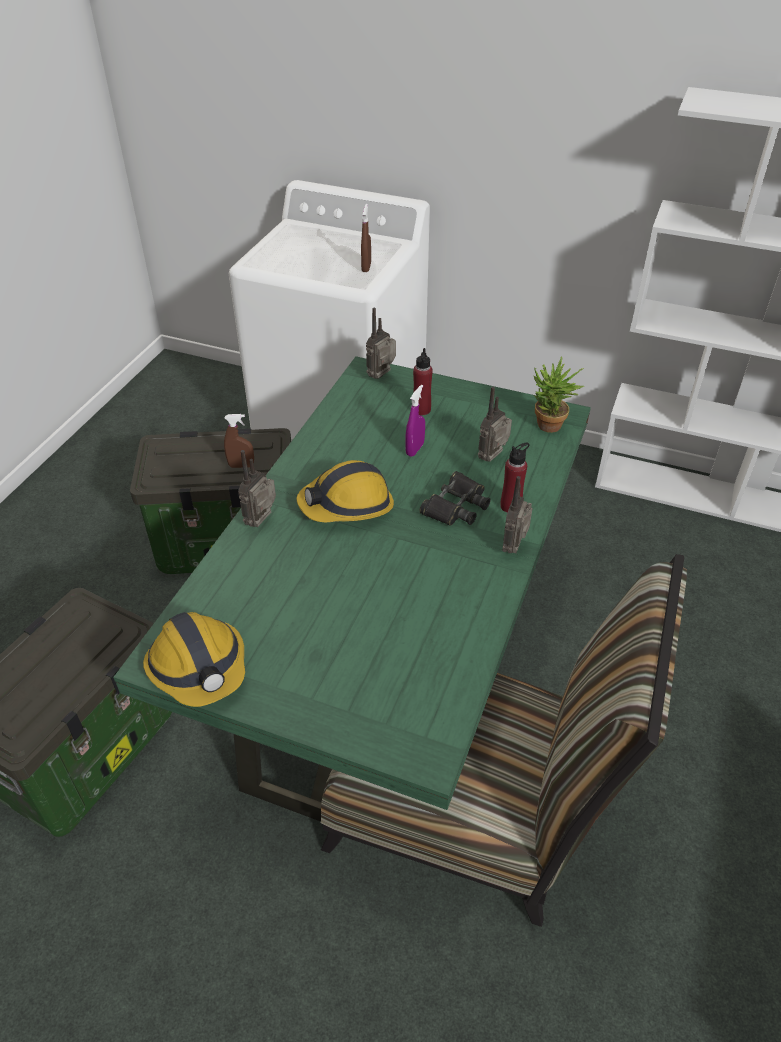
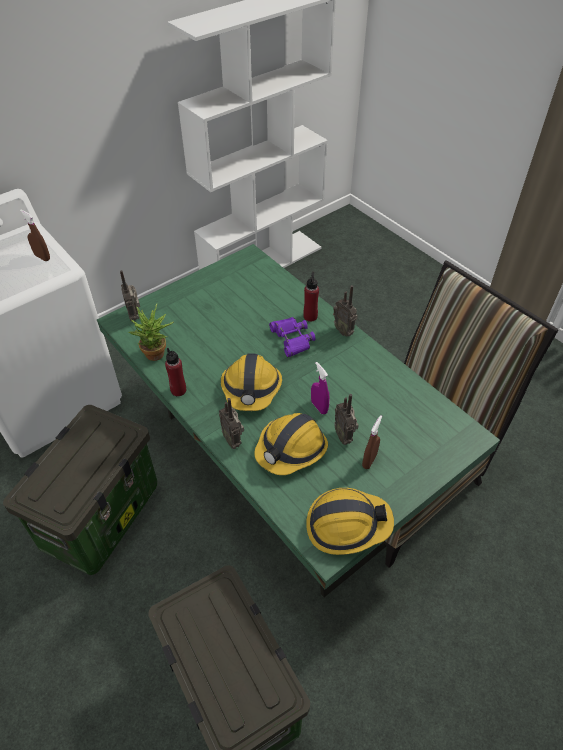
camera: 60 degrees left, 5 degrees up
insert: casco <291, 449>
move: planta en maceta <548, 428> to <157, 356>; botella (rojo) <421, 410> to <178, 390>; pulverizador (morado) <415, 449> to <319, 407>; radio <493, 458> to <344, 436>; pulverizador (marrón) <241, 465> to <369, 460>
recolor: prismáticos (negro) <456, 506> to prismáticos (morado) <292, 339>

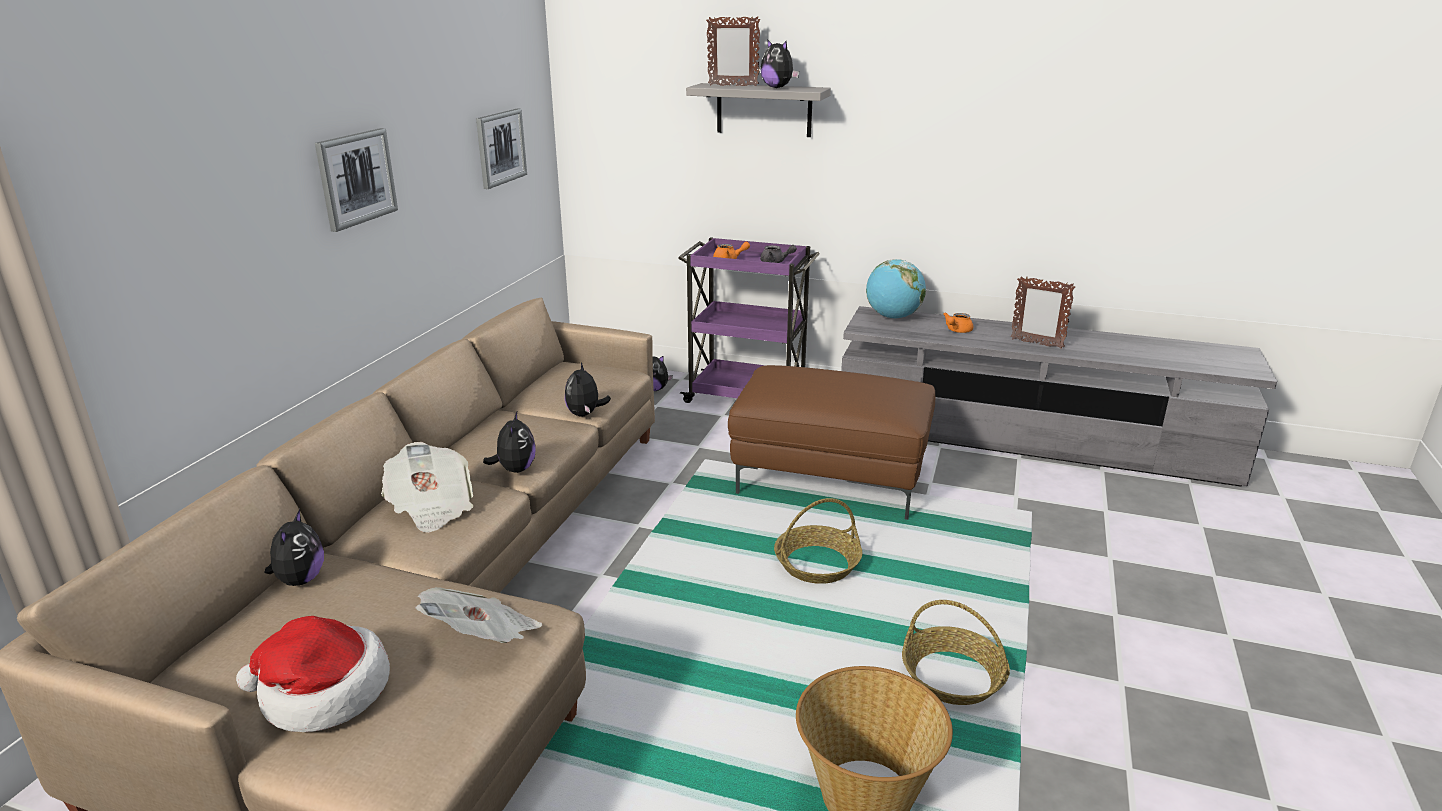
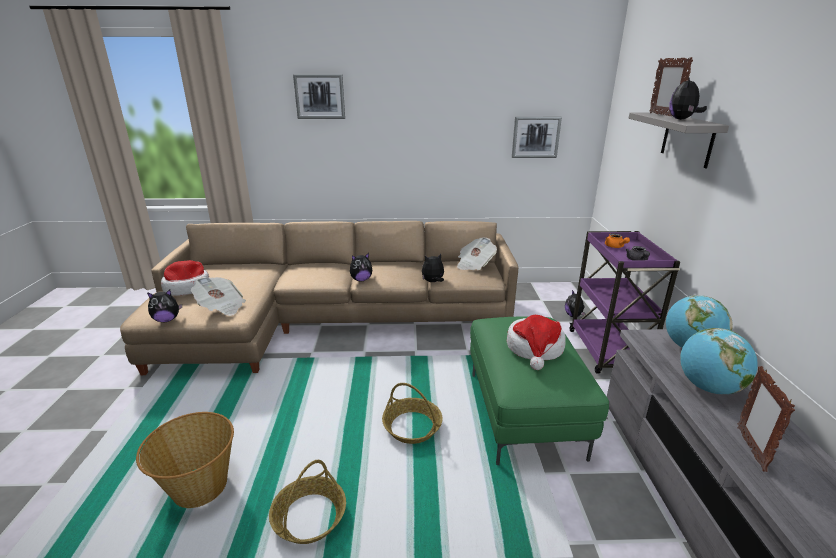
camera: 70 degrees right, 0 degrees up
insert: sombrero <535, 348>
move: peluche <299, 580> to <167, 320>; cuadro <356, 178> to <320, 96>; periódico <431, 507> to <474, 264>
replace: tetera (naranja) <956, 331> to globo terráqueo <708, 387>
recolor: puf (marrón) <830, 479> to puf (verde) <525, 413>

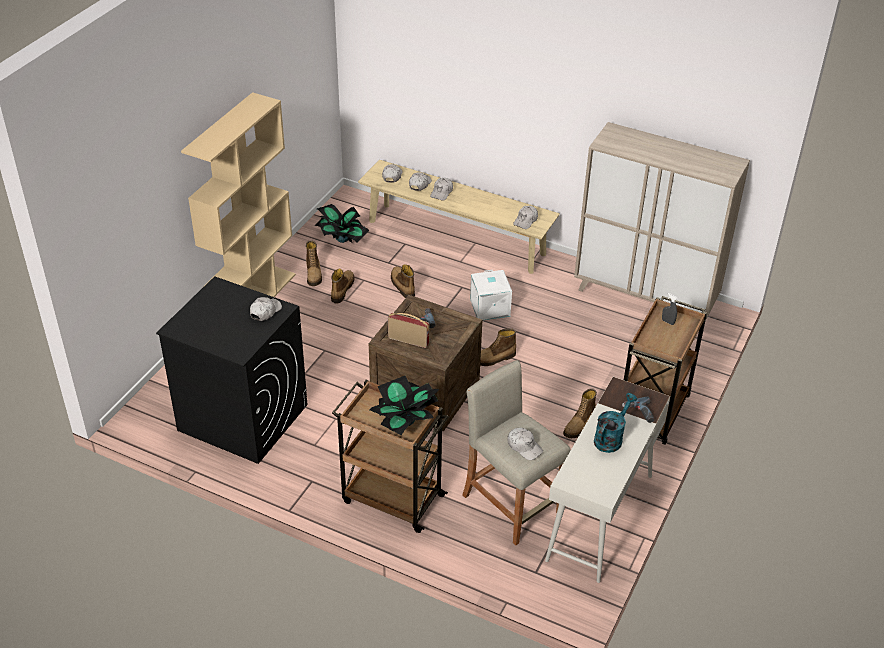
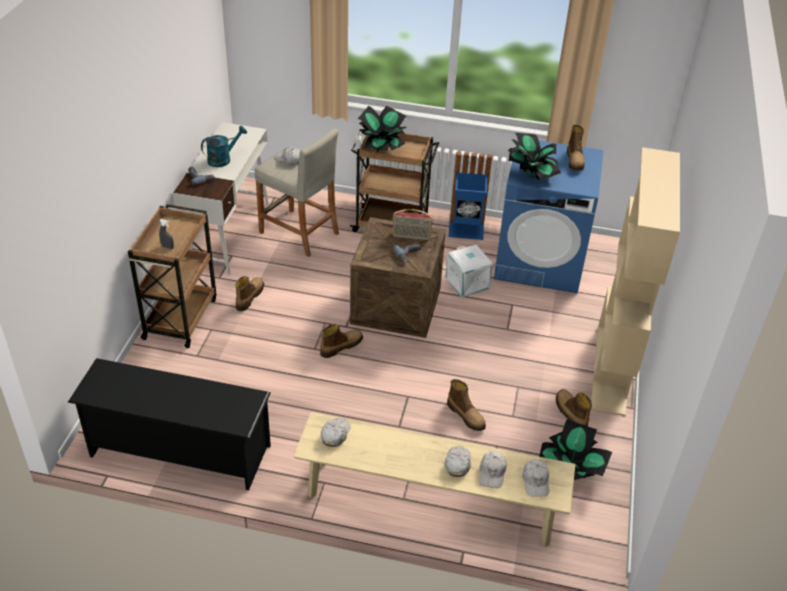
camera: 165 degrees right, 0 degrees up
insert: papelera (azul) <466, 230>
move: caja de almacenaje (blanco) <489, 308> to <468, 283>; bota <342, 289> to <575, 161>
replace: armario (beis) <645, 297> to zapatero (negro) <179, 451>; gorra (blanco) <265, 311> to planta en maceta <531, 174>
recolor: lavadora (negro) <242, 417> to lavadora (azul) <540, 262>
rotate: regadera (turquesa) <611, 438> = <223, 159> 150 degrees counterclockwise

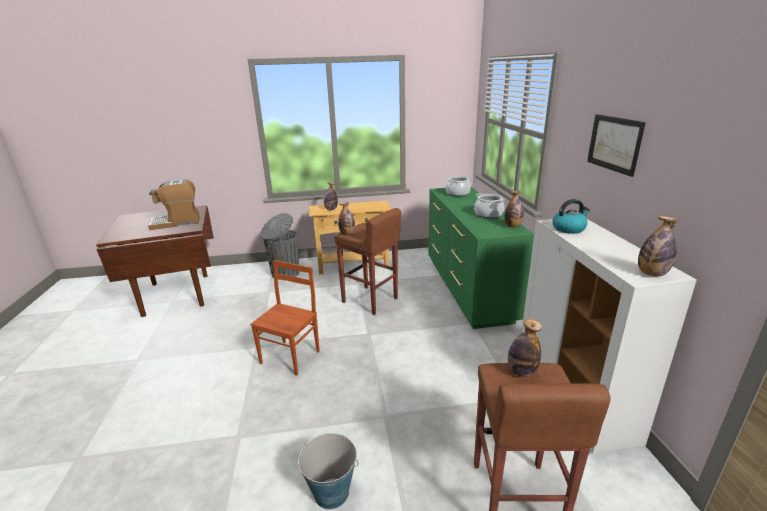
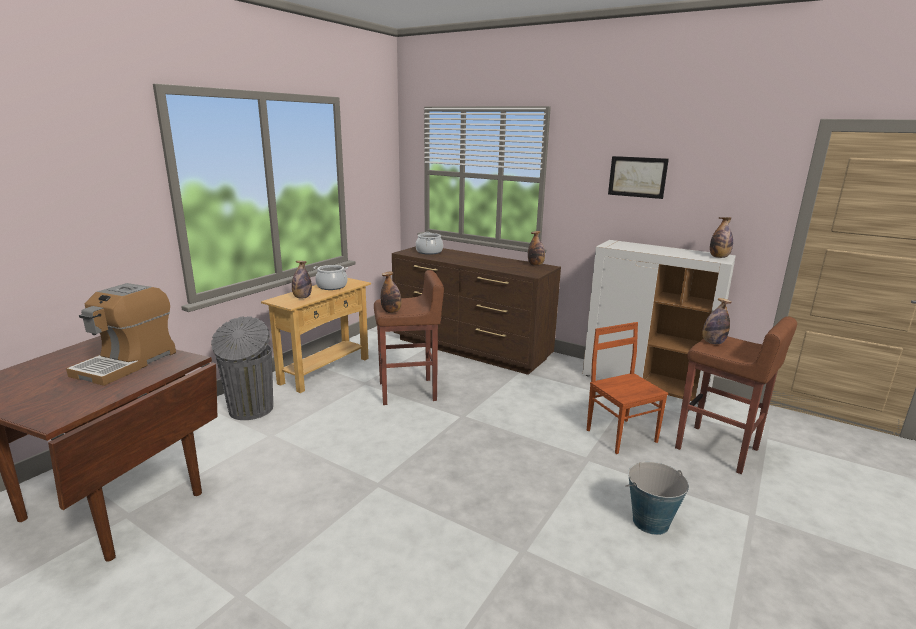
camera: 50 degrees left, 5 degrees down
delete: hervidor <569, 229>
move: olla <488, 214> to <332, 286>; silla (marrón) <291, 357> to <621, 435>
recolor: cómoda (verde) <467, 289> to cómoda (marrón) <470, 349>

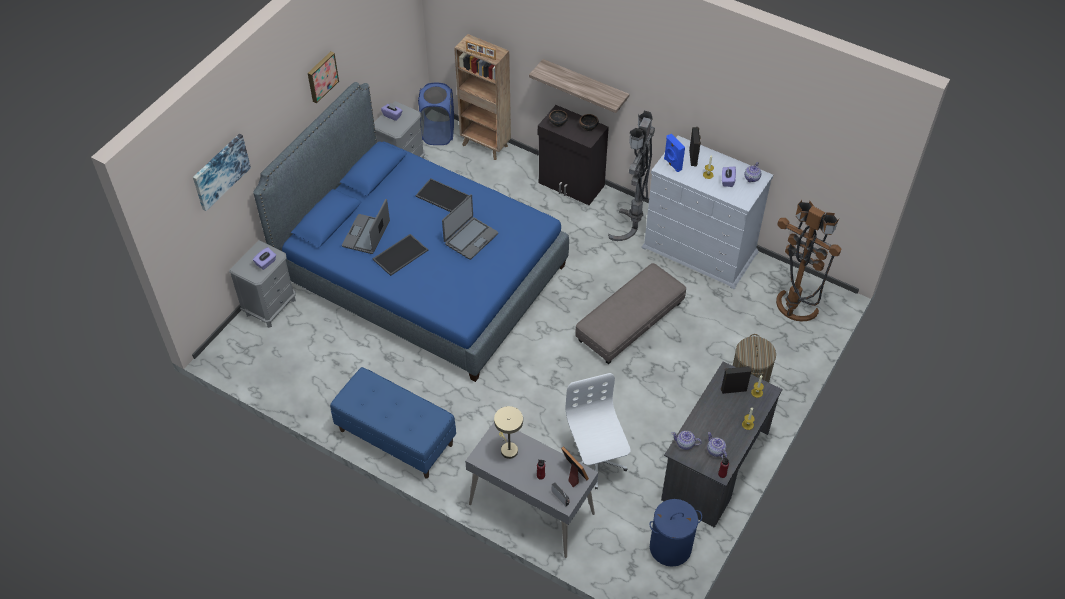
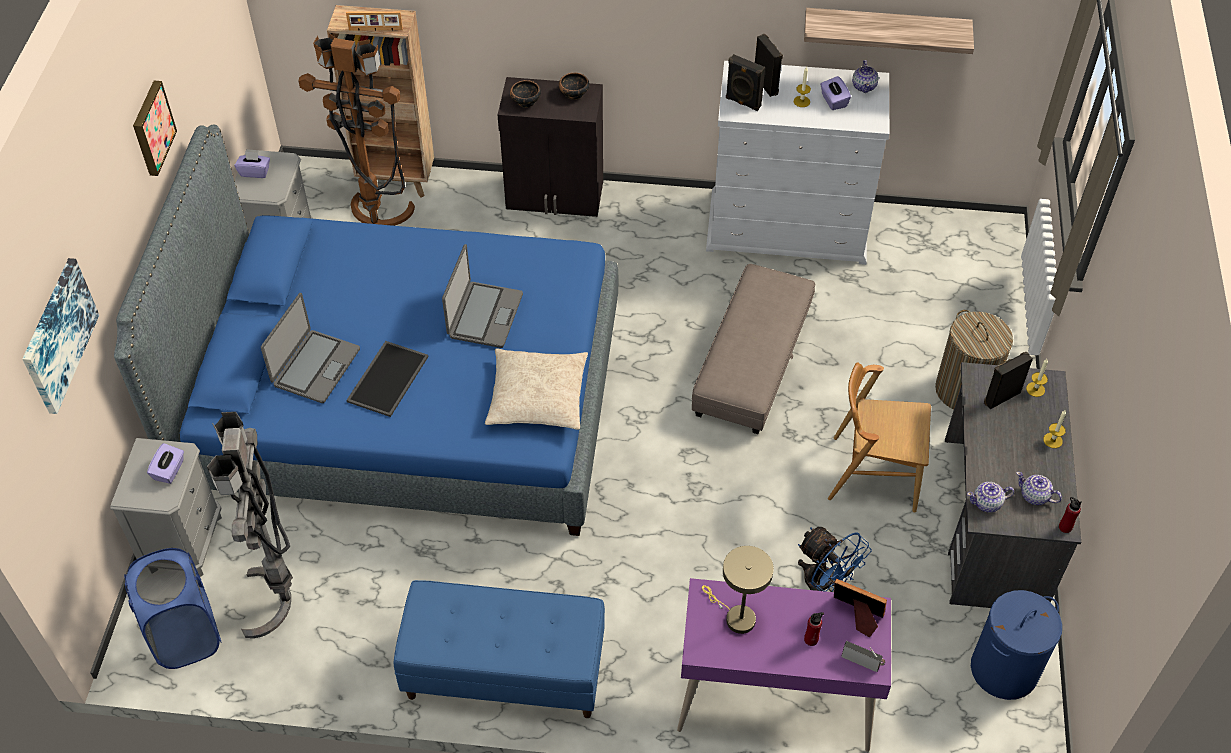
camera: 25 degrees left, 0 degrees up
delete: bandeja <441, 196>
insert: cojín (beis) <537, 397>; silla (marrón) <873, 473>
move: cesto de la ropa (azul) <438, 133> to <186, 635>; lámpara de pie (gris) <631, 229> to <280, 601>; lámpara de pie (marrón) <790, 313> to <377, 220>; estante <585, 85> to <886, 29>
replace: silla de oficina (blanco) <595, 461> to ventilador (azul) <824, 585>
recolor: escritorio (gris) <531, 509> to escritorio (morado) <774, 698>; altavoz (azul) <672, 164> to altavoz (negro) <742, 103>
rotate: portátil <367, 235> = <315, 367> 150 degrees counterclockwise

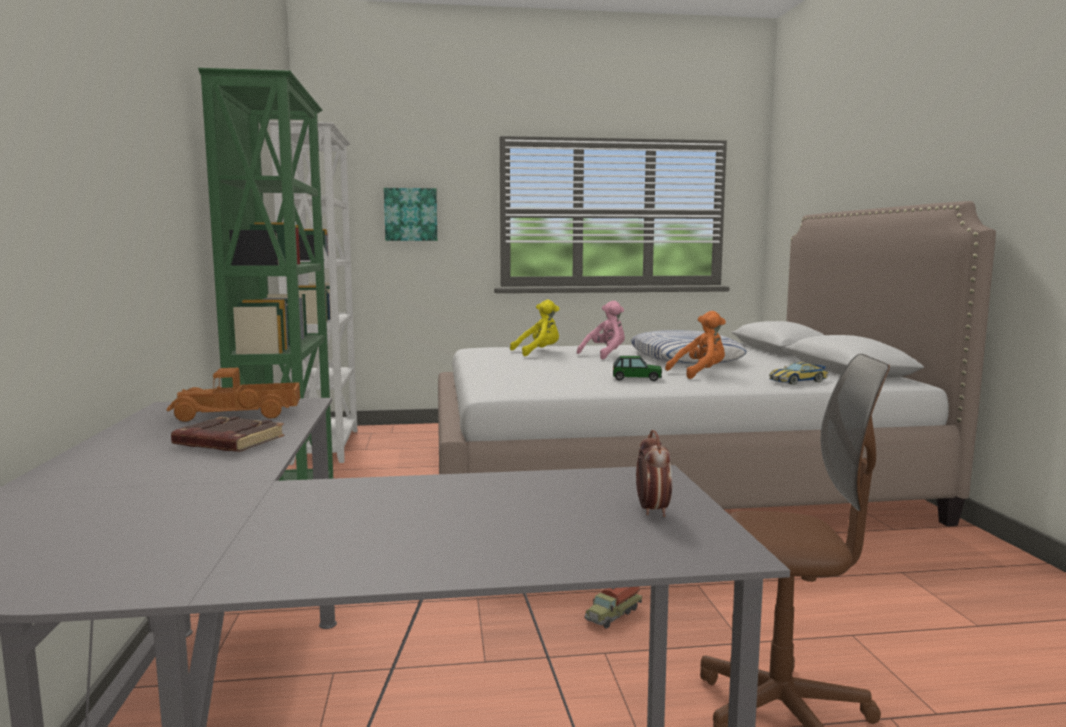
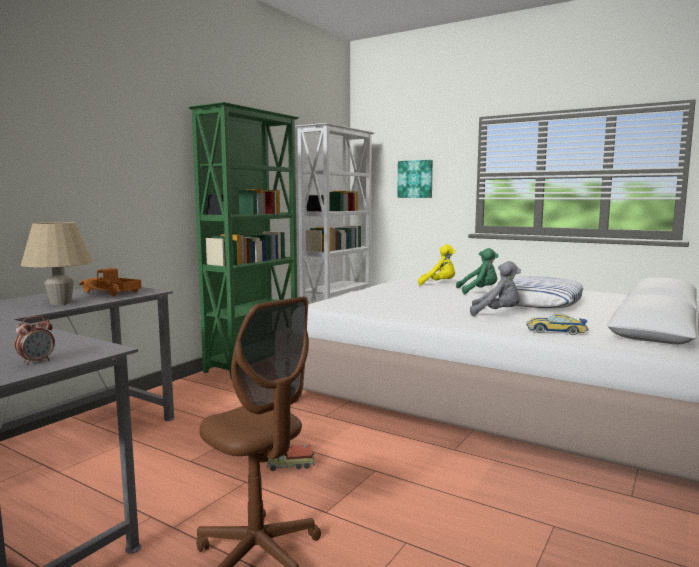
camera: 40 degrees right, 0 degrees up
delete: coche de juguete <636, 378>
replace: libro (marrón) <227, 442> to lámpara de mesa (beis) <61, 303>
recolor: peluche (rosa) <605, 355> to peluche (verde) <479, 291>; peluche (naranja) <700, 373> to peluche (gris) <497, 313>

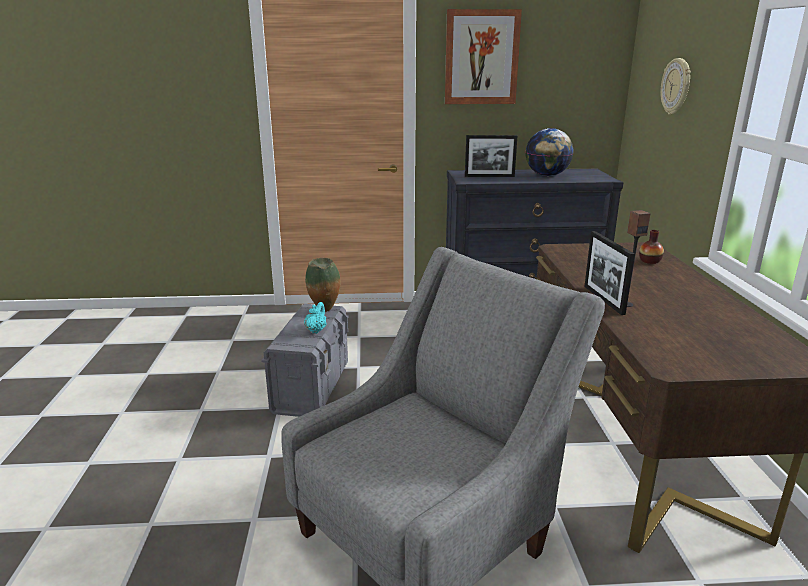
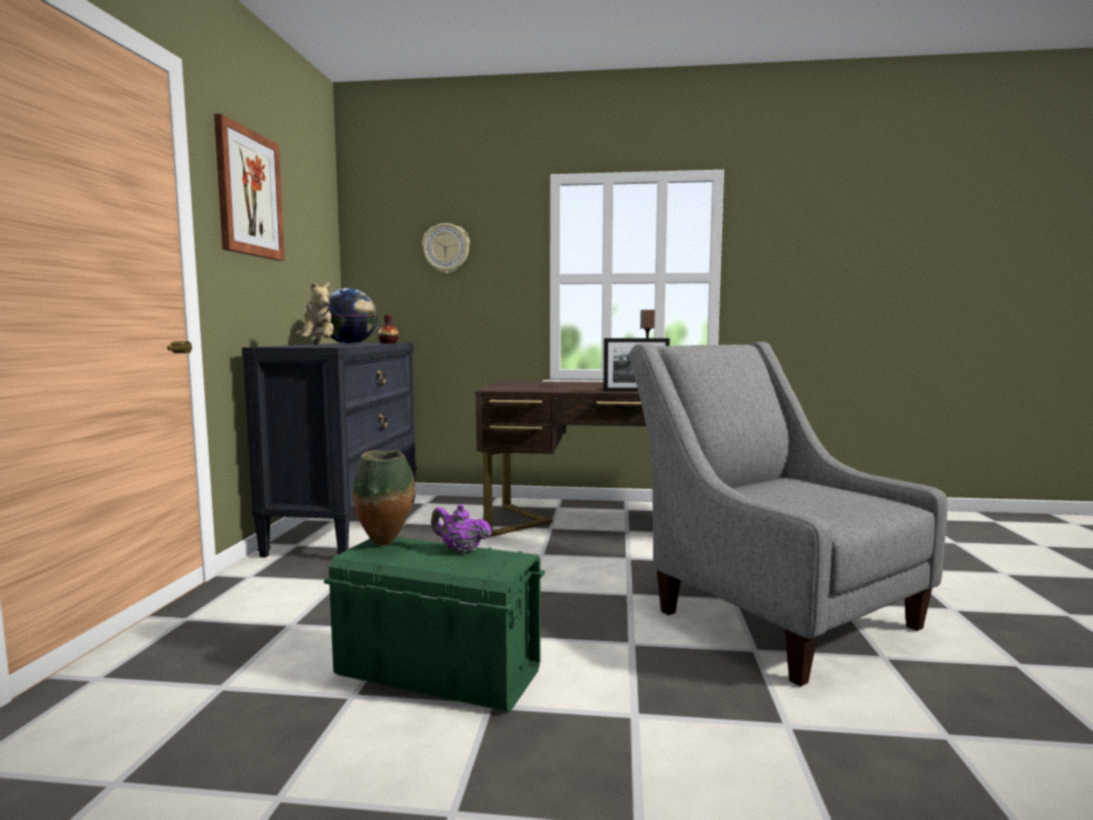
camera: 80 degrees left, 15 degrees down
move: florero <649, 261> to <388, 343>
replace: portarretratos <489, 176> to peluche <318, 345>
recolor: caja de almacenaje (gris) <312, 387> to caja de almacenaje (verde) <438, 672>; tetera (turquesa) <316, 330> to tetera (morado) <460, 550>

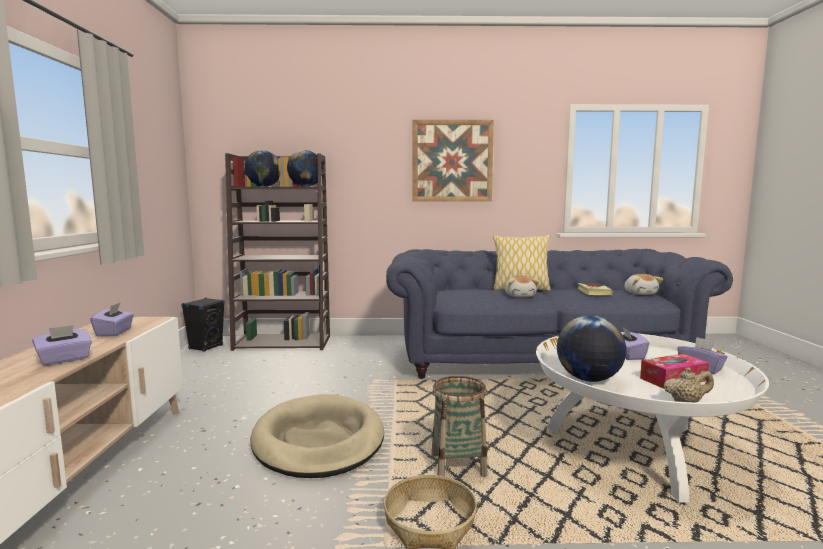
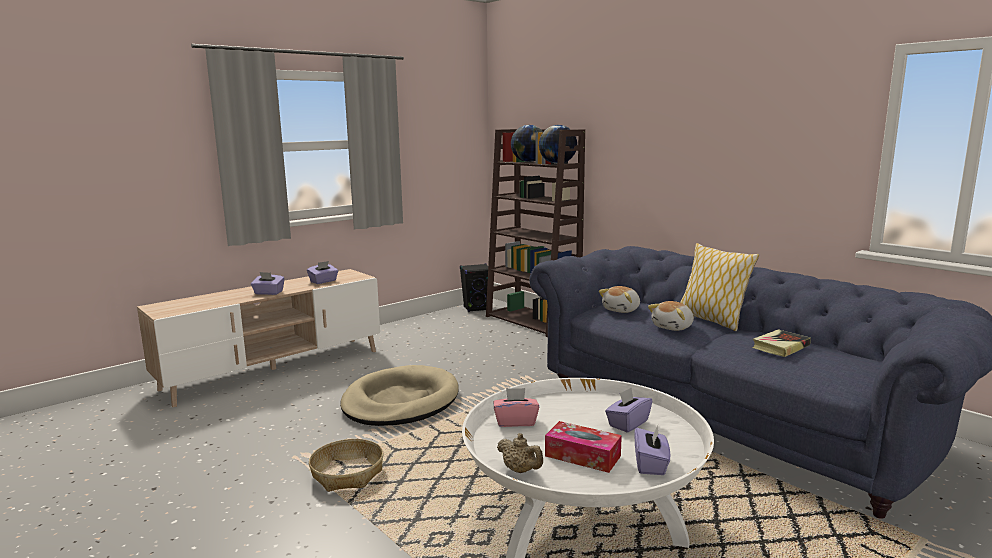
camera: 50 degrees right, 5 degrees up
delete: cuadro <452, 161>; cesta <458, 465>
move: peluche <640, 293> to <622, 310>
replace: globo terráqueo <588, 379> to caja de pañuelos (rosa) <515, 421>

